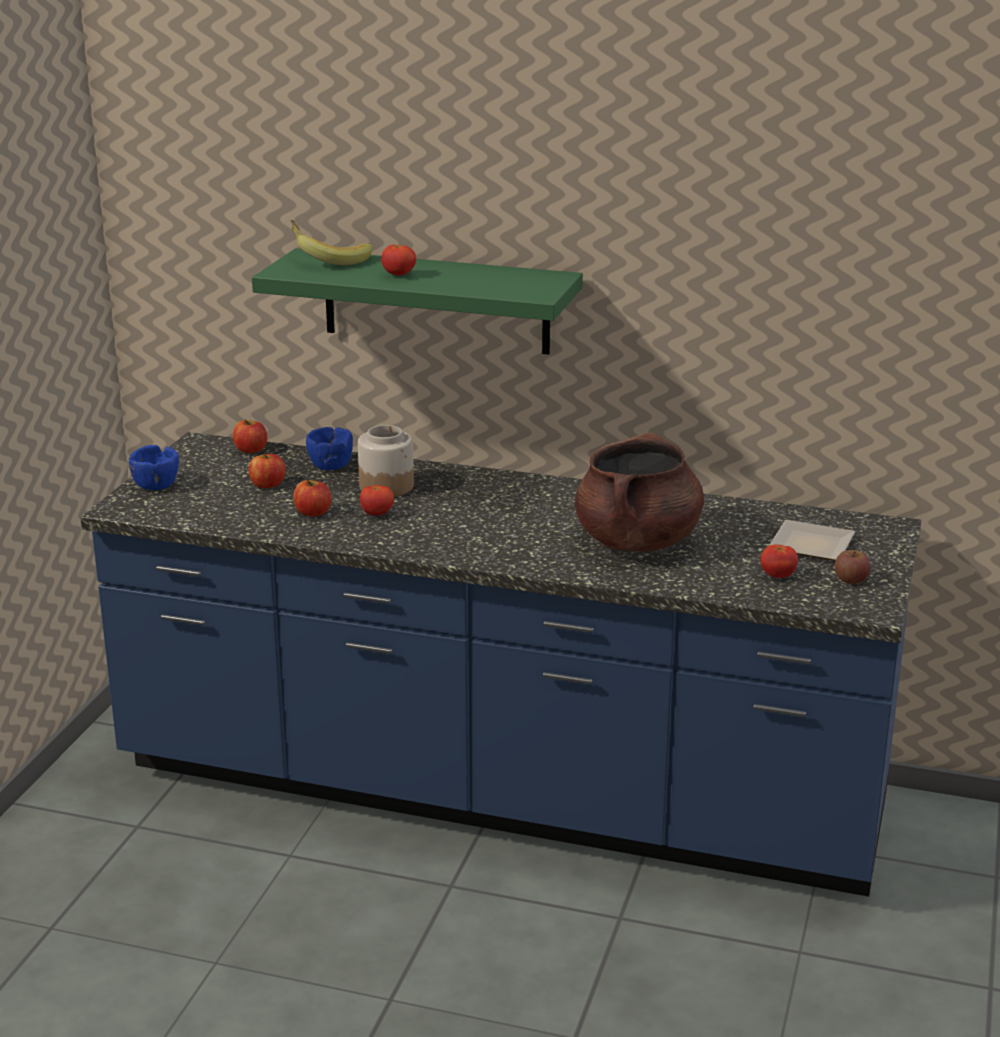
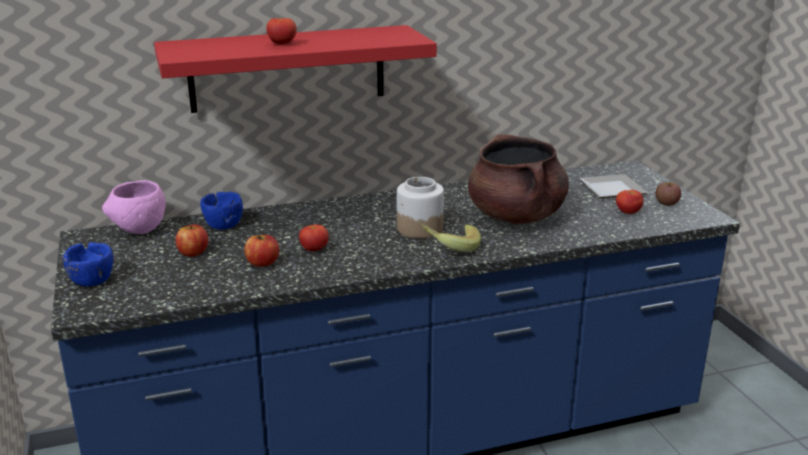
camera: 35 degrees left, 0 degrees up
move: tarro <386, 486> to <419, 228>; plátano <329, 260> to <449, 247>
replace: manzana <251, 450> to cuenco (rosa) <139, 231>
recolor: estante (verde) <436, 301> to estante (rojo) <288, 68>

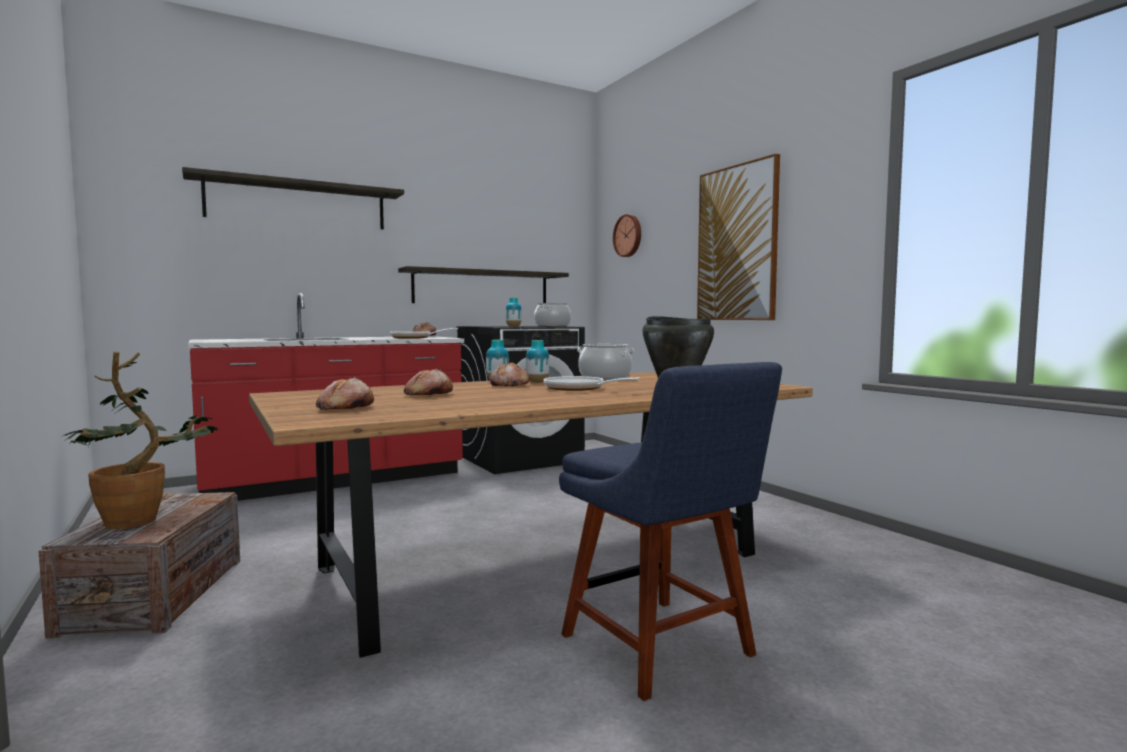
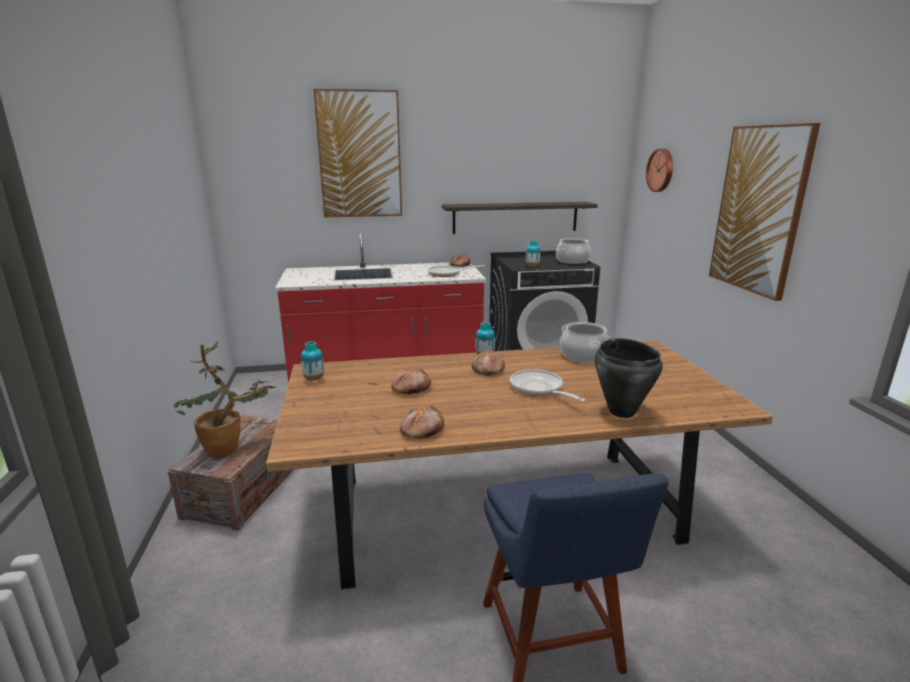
camera: 20 degrees right, 15 degrees up
move: florero <537, 382> to <314, 379>; pan <345, 408> to <421, 430>
replace: estante <298, 204> to cuadro <360, 155>

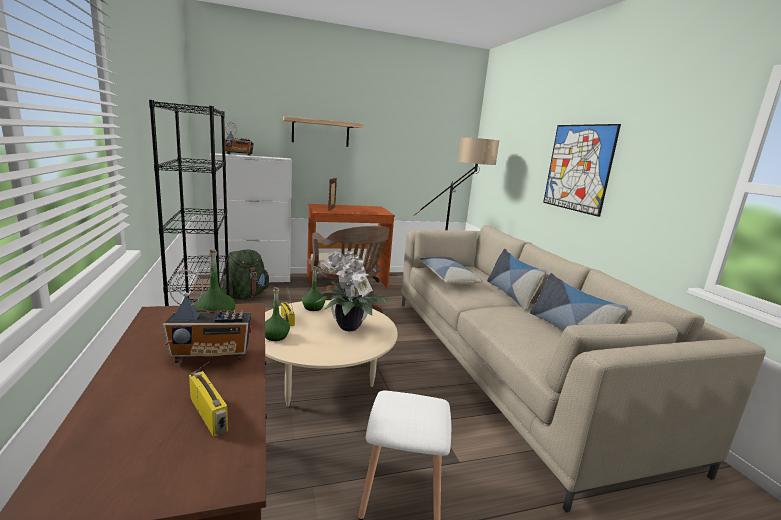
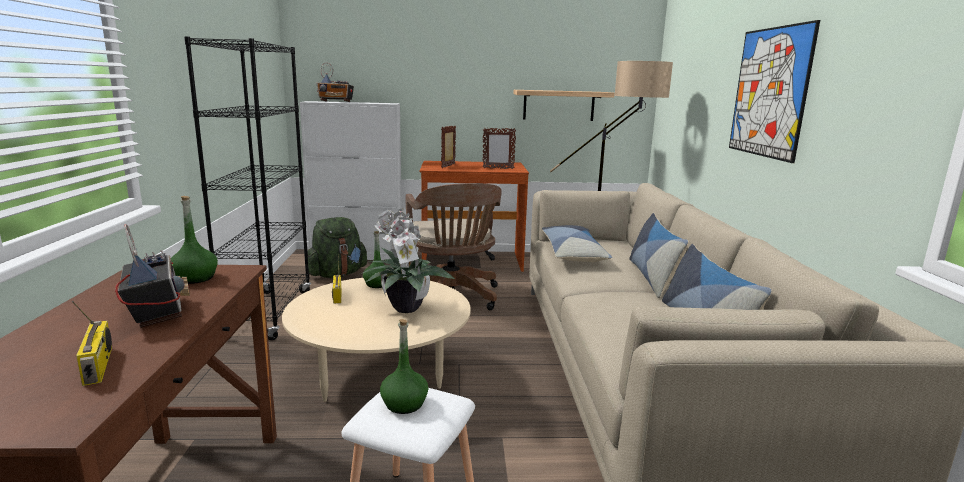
camera: 15 degrees right, 0 degrees up
insert: portarretratos <498, 168>
move: botella (verde) <276, 336> to <404, 404>; estante <320, 132> to <558, 105>
rotate: radio <212, 355> = <156, 312> 120 degrees counterclockwise

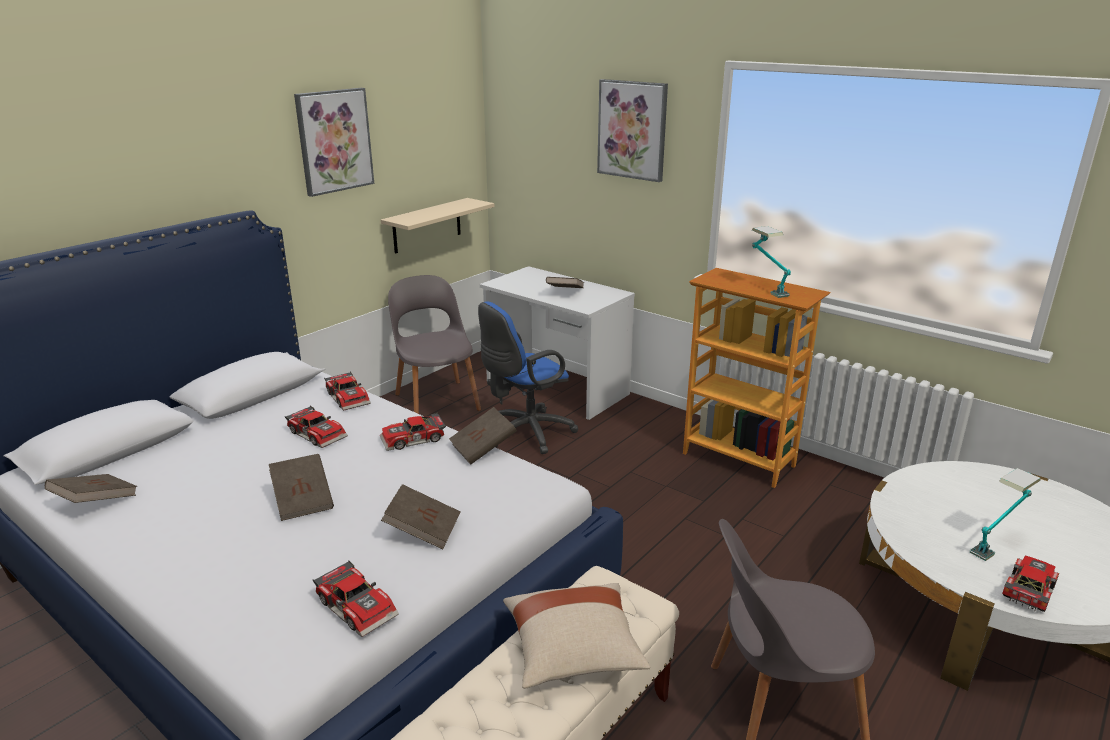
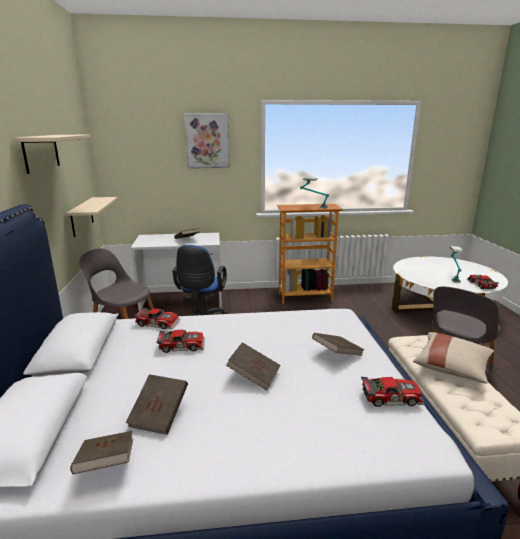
camera: 45 degrees left, 5 degrees down
delete: coche de juguete <413, 440>
move: libro (marrón) <483, 448> to <159, 415>
replace: cuadro <334, 141> to estante (beis) <41, 152>

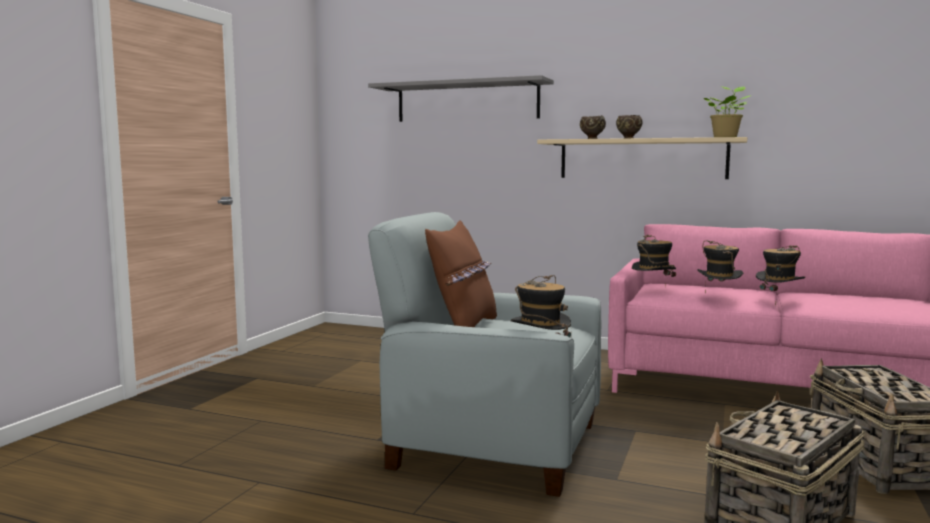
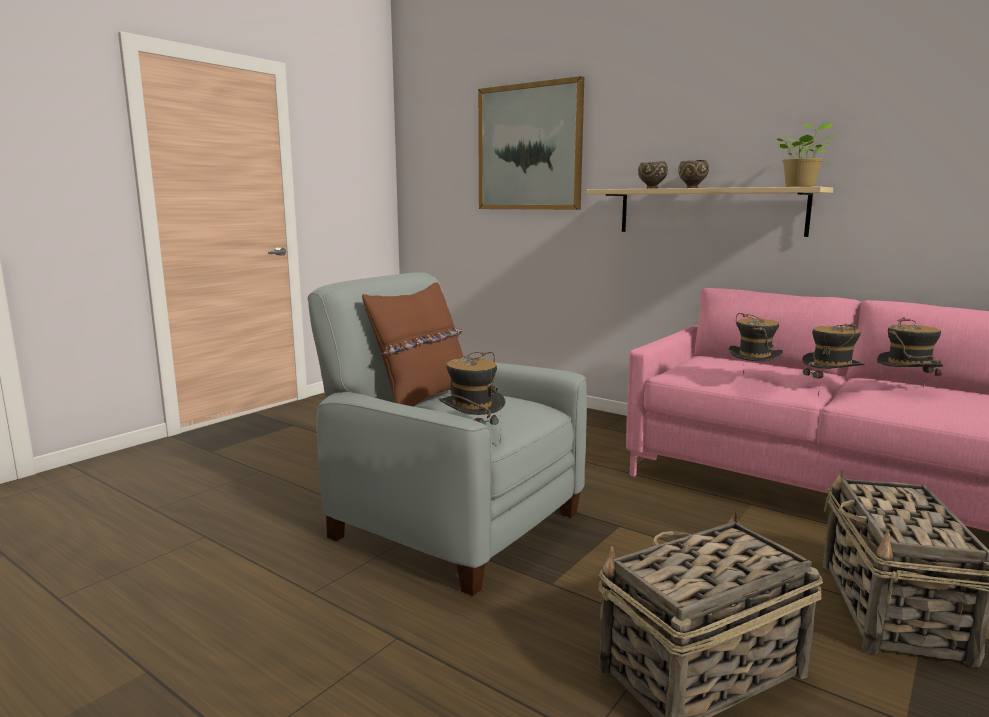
camera: 15 degrees right, 5 degrees up
move: sombrero <653, 290> to <905, 391>
replace: estante (gris) <467, 102> to cuadro <529, 147>

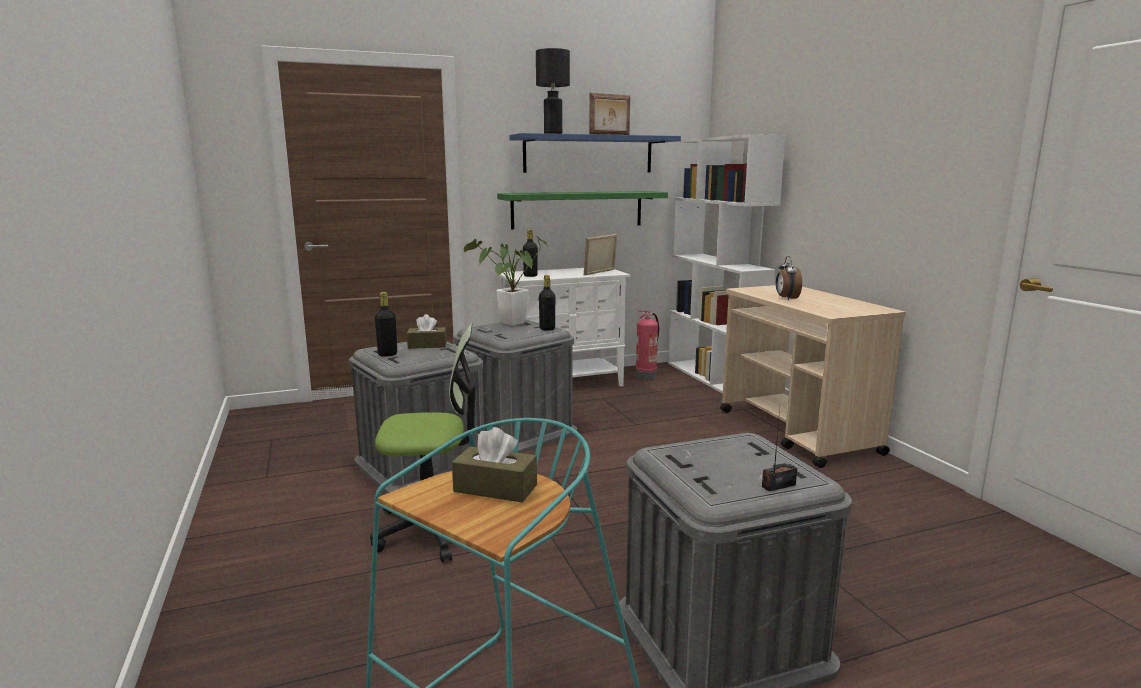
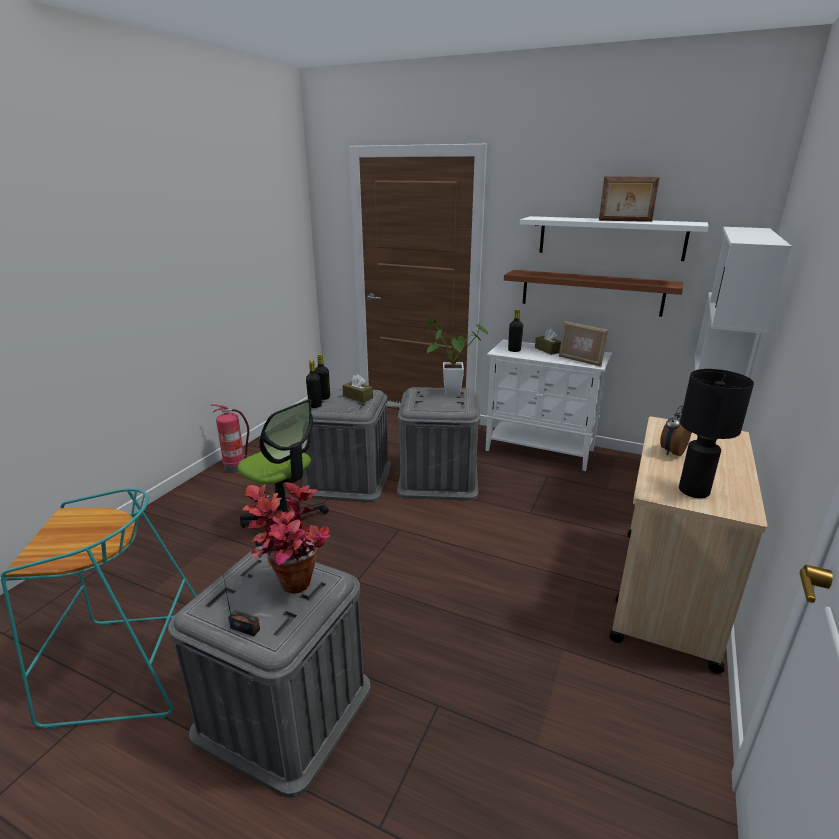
camera: 45 degrees right, 10 degrees up
insert: planta en maceta <293, 592>
move: extintor <646, 376> to <236, 467>; botella (negro) <547, 329> to <315, 405>; caja de pañuelos (marrón) <495, 488> to <547, 350>; lámpara de mesa (negro) <553, 133> to <694, 491>
recolor: estante (verde) <577, 209> to estante (marrón) <591, 292>; estante (azul) <588, 154> to estante (blanco) <611, 238>
rotate: portarretratos <600, 273> = <580, 361> 135 degrees counterclockwise

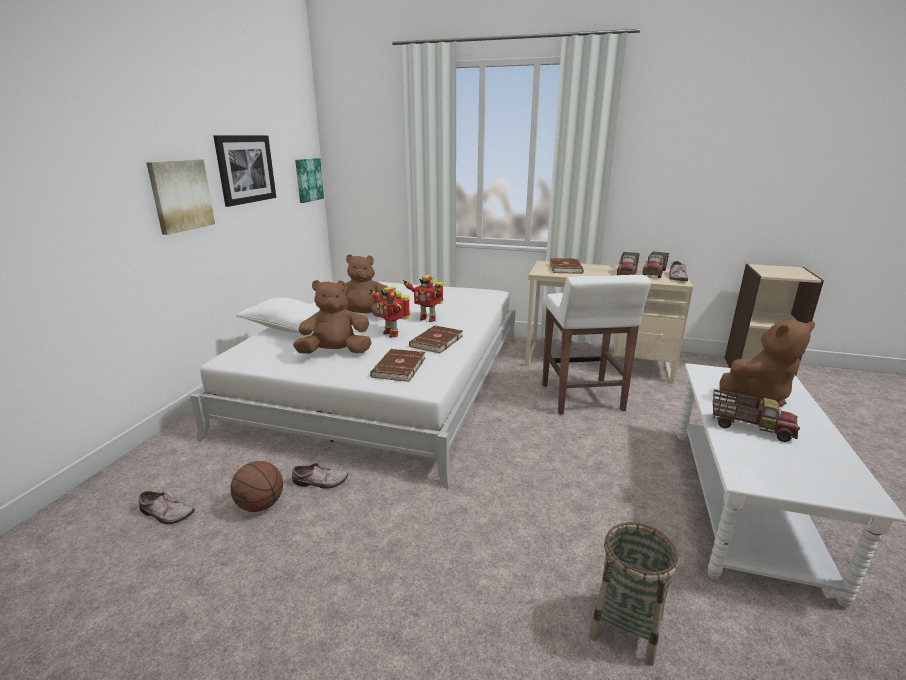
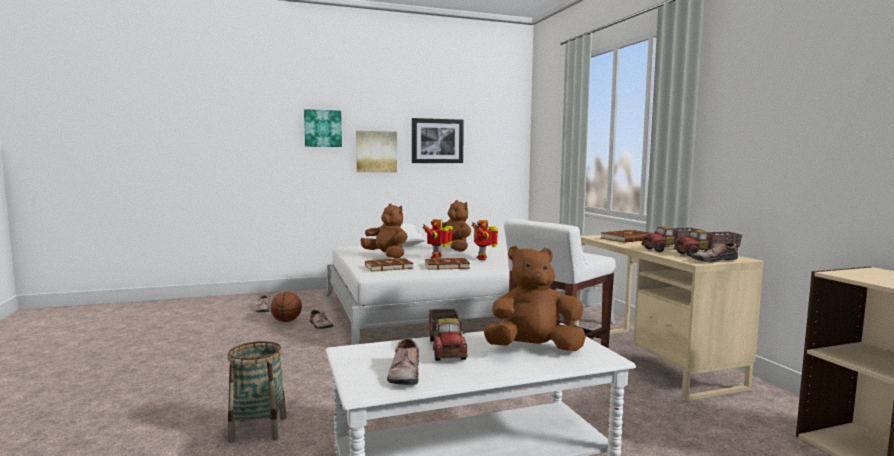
camera: 55 degrees right, 15 degrees down
insert: zapato <403, 373>
move: cuadro <308, 180> to <322, 128>
rotate: peluche (marrón) <758, 394> = <533, 349> 135 degrees clockwise

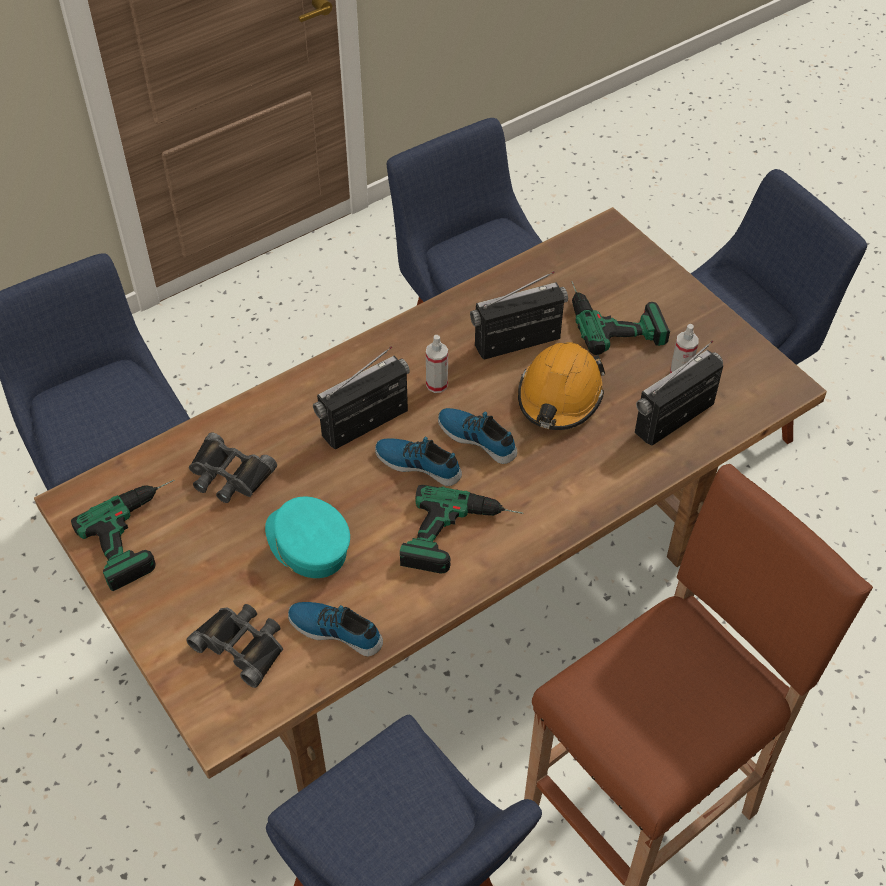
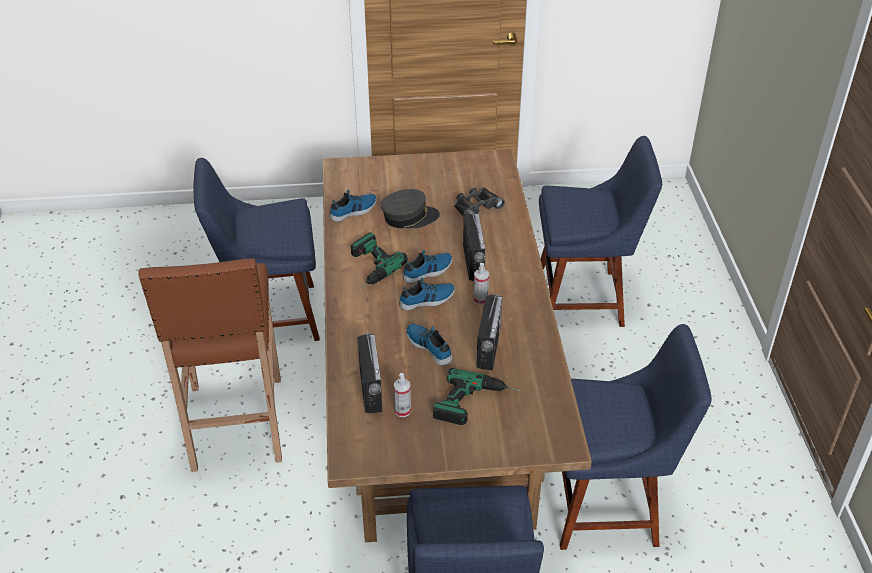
camera: 120 degrees right, 10 degrees down
delete: taladro <141, 534>; prismáticos (negro) <242, 645>
replace: casco (naranja) <560, 396> to zapato <430, 346>
recolor: gorra (turquesa) <307, 545> to gorra (gris) <409, 217>

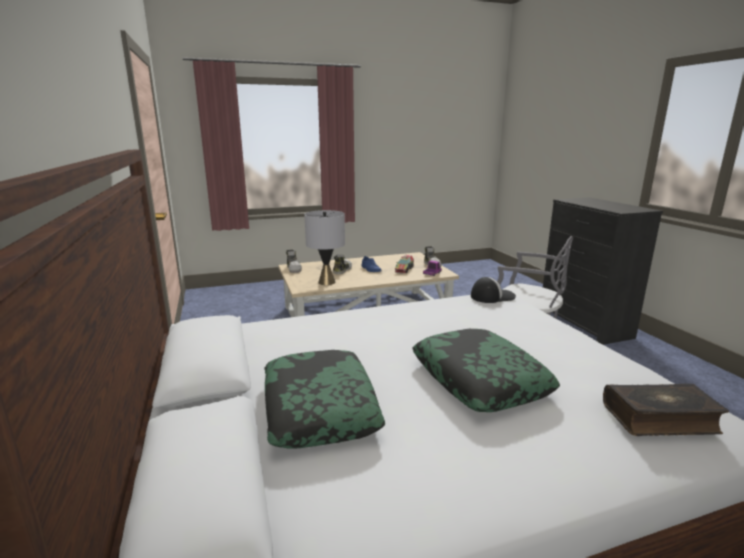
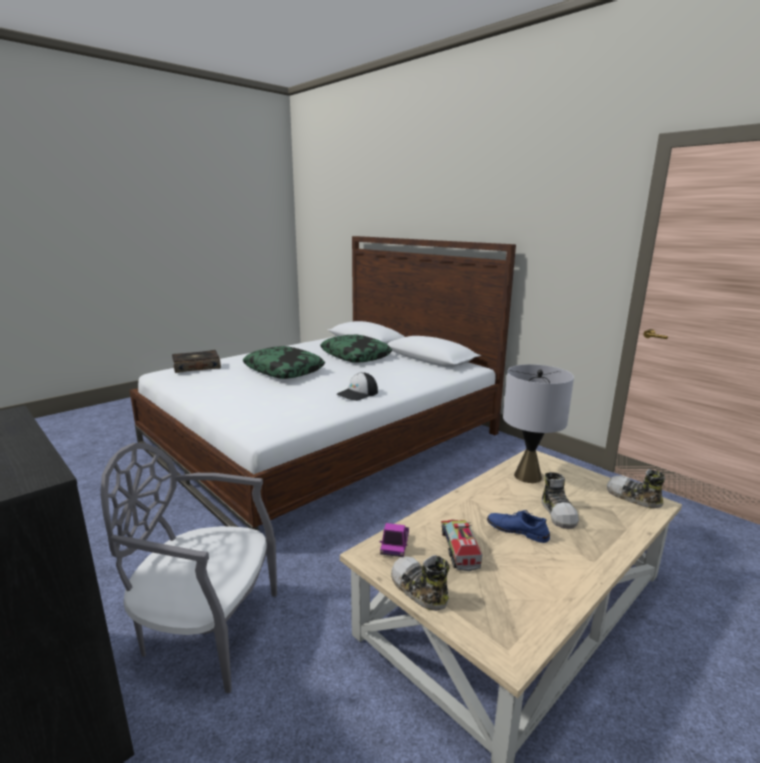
camera: 155 degrees right, 0 degrees up
move: gorra <492, 296> to <358, 393>

